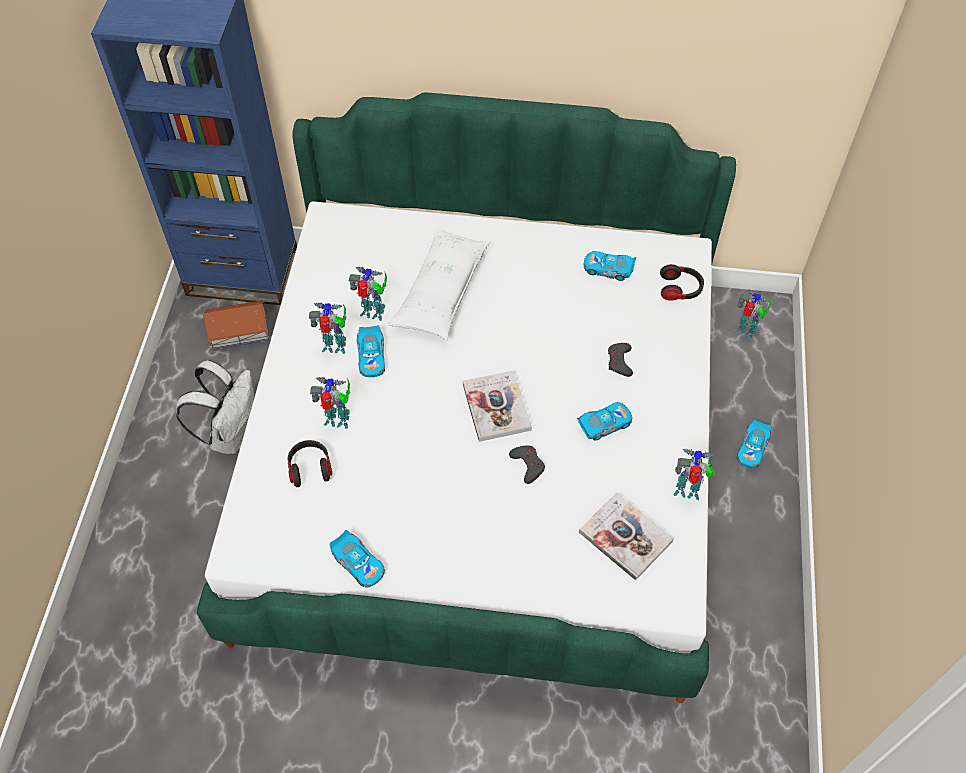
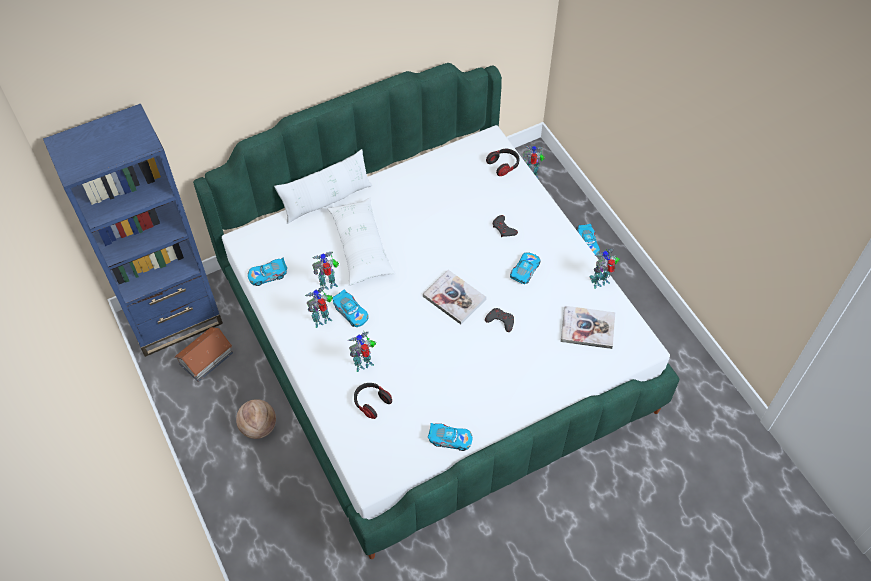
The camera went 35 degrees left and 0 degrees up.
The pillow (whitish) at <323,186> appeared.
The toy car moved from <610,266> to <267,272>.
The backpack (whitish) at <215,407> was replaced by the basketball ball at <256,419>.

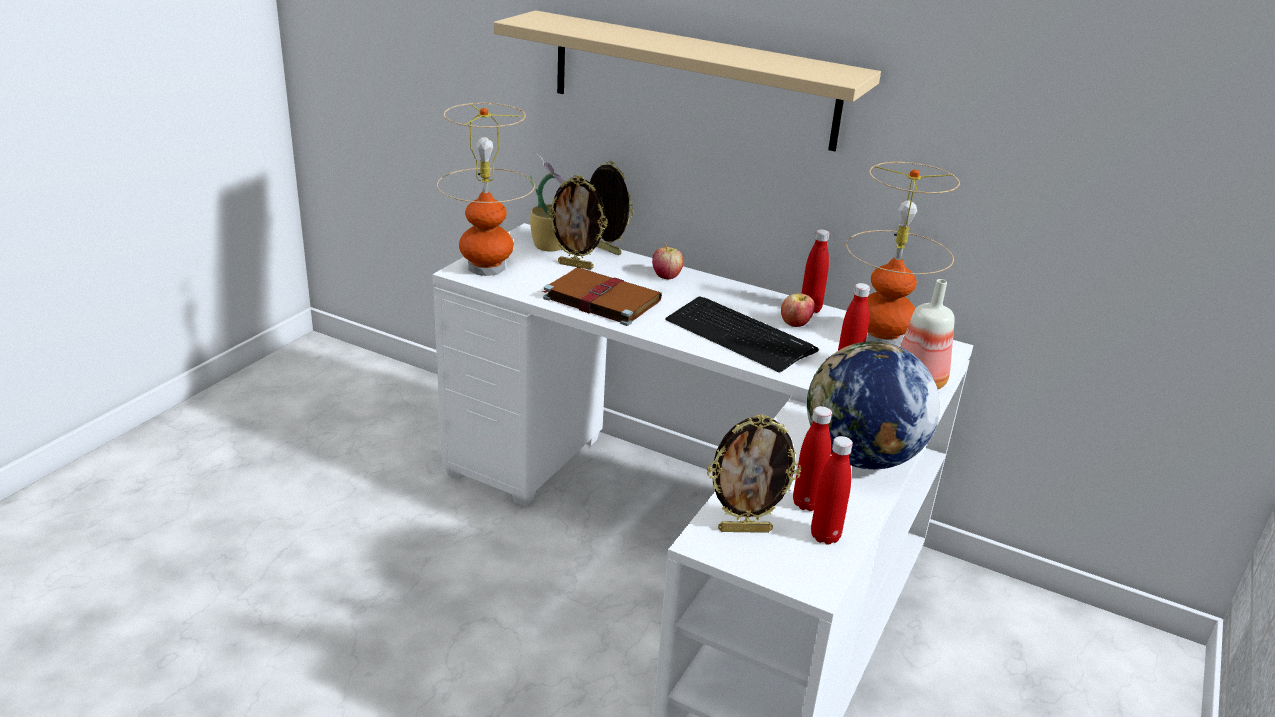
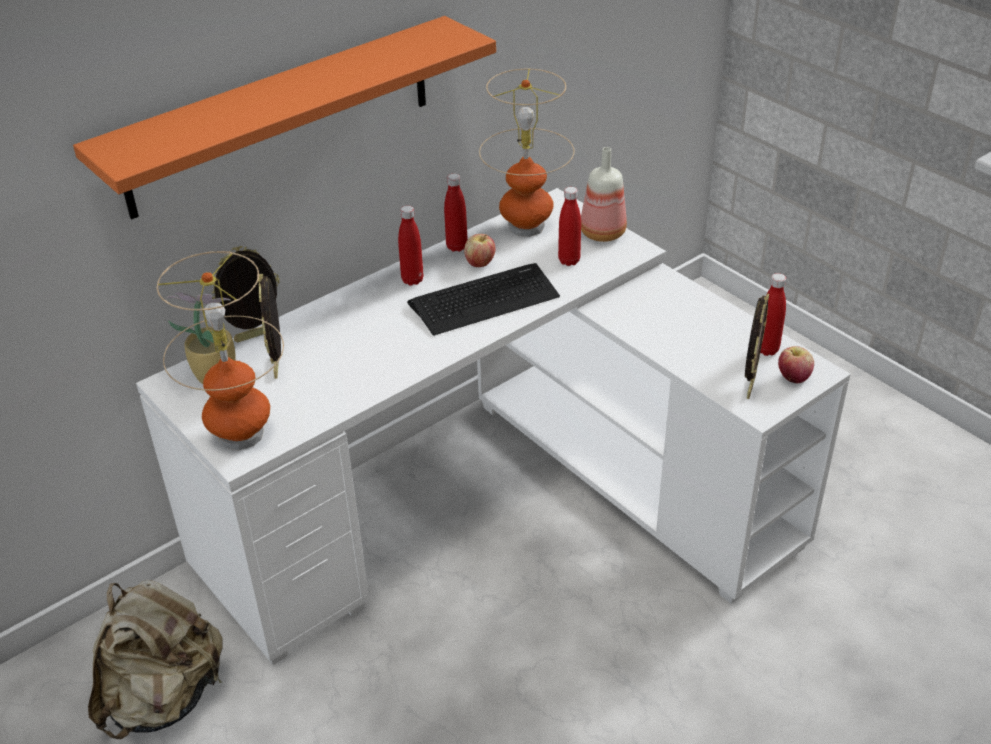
The camera went 65 degrees left and 10 degrees up.
The volume (brown) at <602,296> disappeared.
The globe at <873,405> disappeared.
The backpack (beige-coloured) at <155,659> appeared.
The apple fruit moved from <667,261> to <796,365>.
The bottle (red-coloured) moved from <812,458> to <410,246>.
The bracket shelf (beige-coloured) at <687,80> became the bracket shelf (orangey) at <284,117>.
The photo frame at <577,222> turned 135 degrees clockwise.

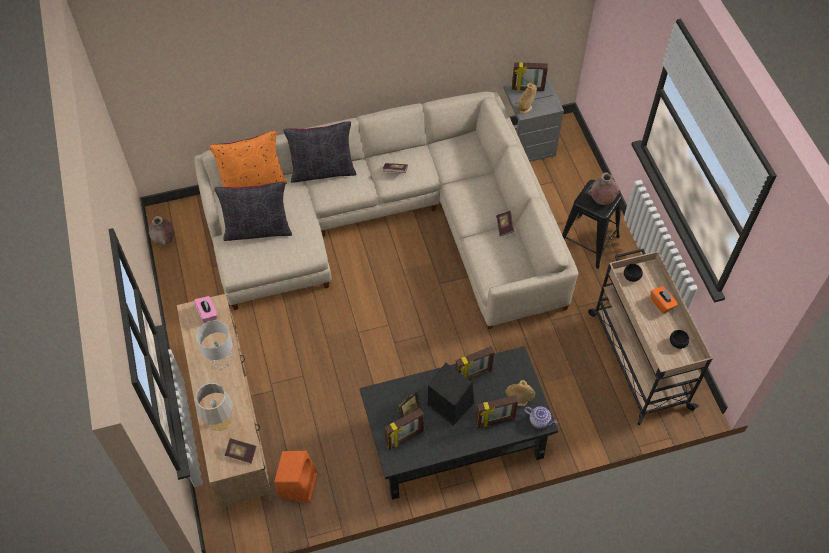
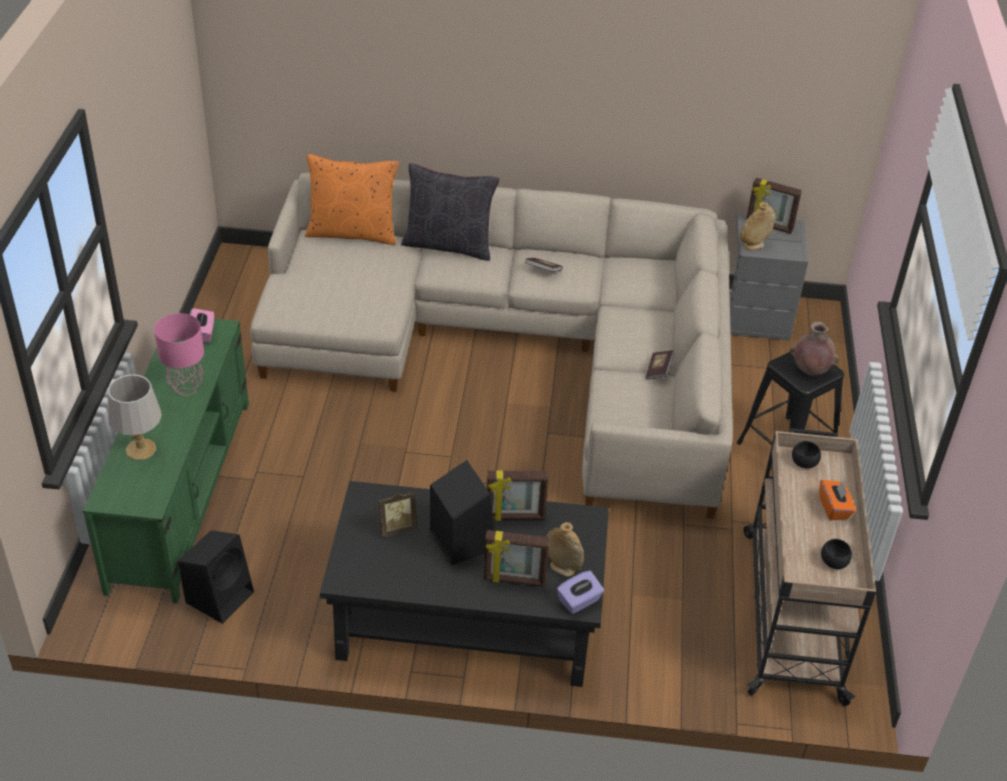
The camera went 20 degrees right and 15 degrees down.
The vase (brown) at <162,230> disappeared.
The pillow (black-coloured) at <253,211> disappeared.
The volume at <241,450> disappeared.
The photo frame at <404,429> disappeared.
The teapot at <541,417> was replaced by the tissue holder (purple) at <580,592>.
The tv stand (beige-coloured) at <225,404> became the tv stand (green) at <166,461>.
The table lamp (greyish) at <214,344> became the table lamp (pinkish) at <179,354>.
The speaker (orangey) at <296,477> became the speaker (black-coloured) at <216,577>.

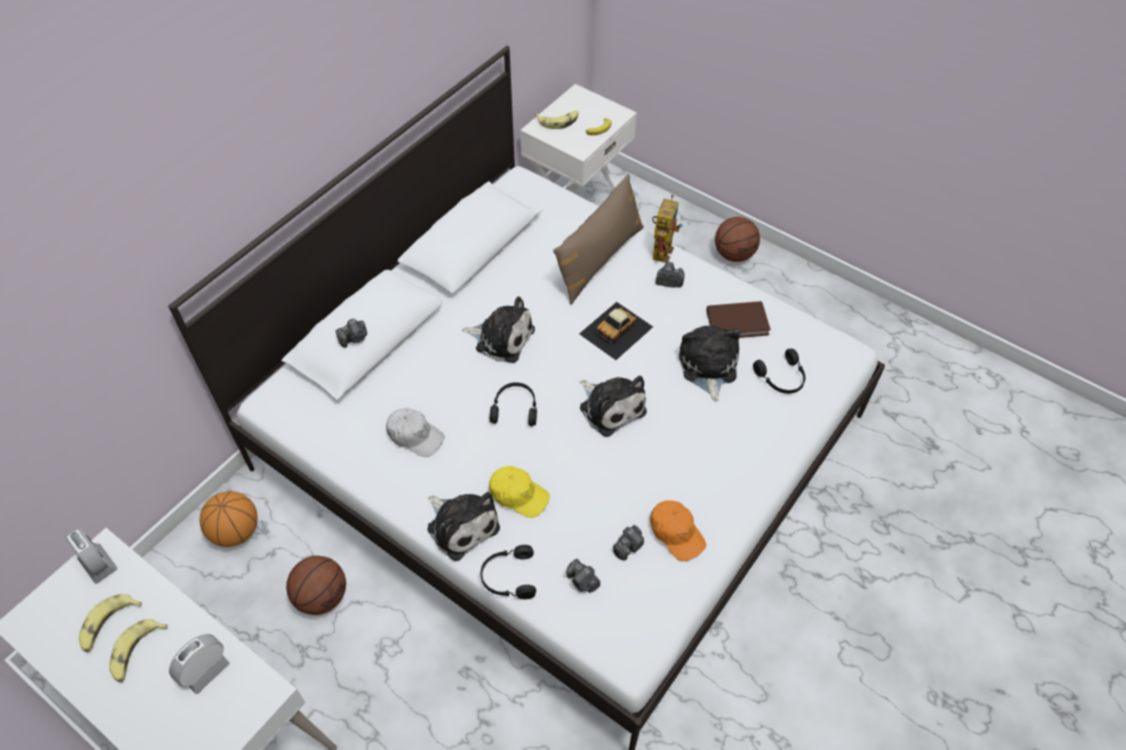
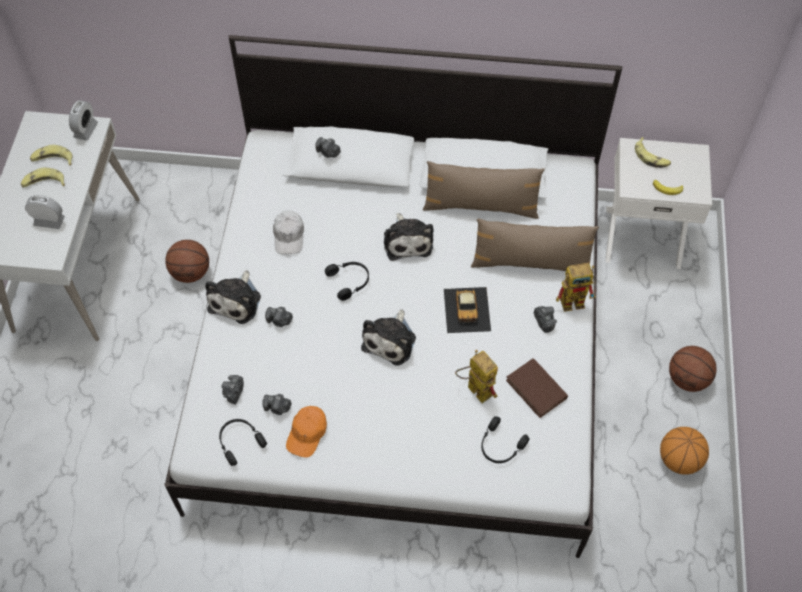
The camera went 60 degrees right and 5 degrees up.
The pillow (brown) at <484,190> appeared.
The basketball ball moved from <229,519> to <684,451>.
The headset (black-coloured) moved from <508,572> to <243,442>.
The cap (yellow) at <519,492> was replaced by the still camera at <279,317>.
The cuddly toy at <709,363> was replaced by the model robot at <476,376>.
The toy car at <616,331> turned 105 degrees counterclockwise.

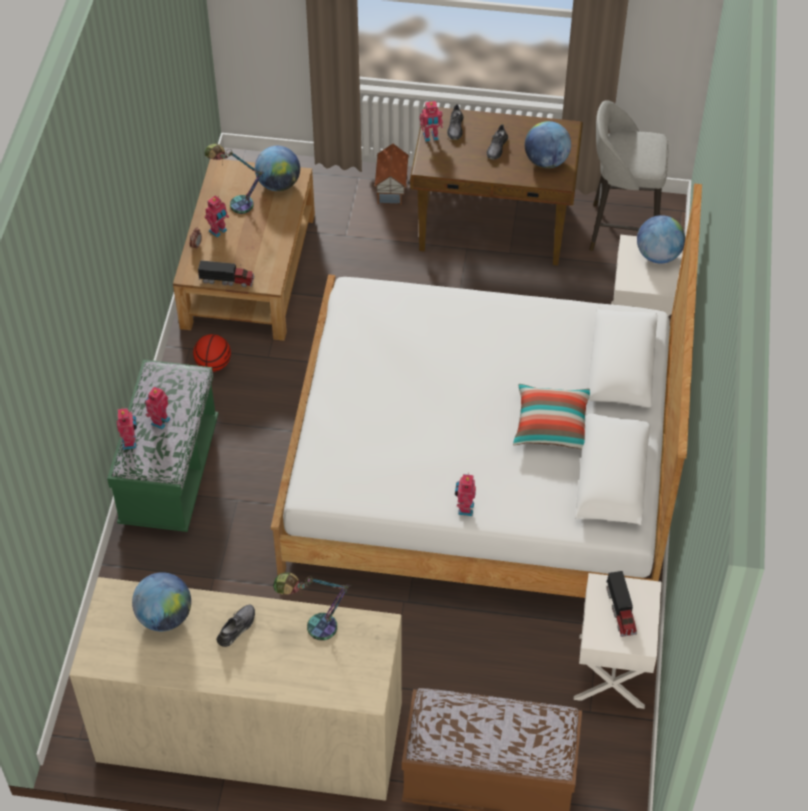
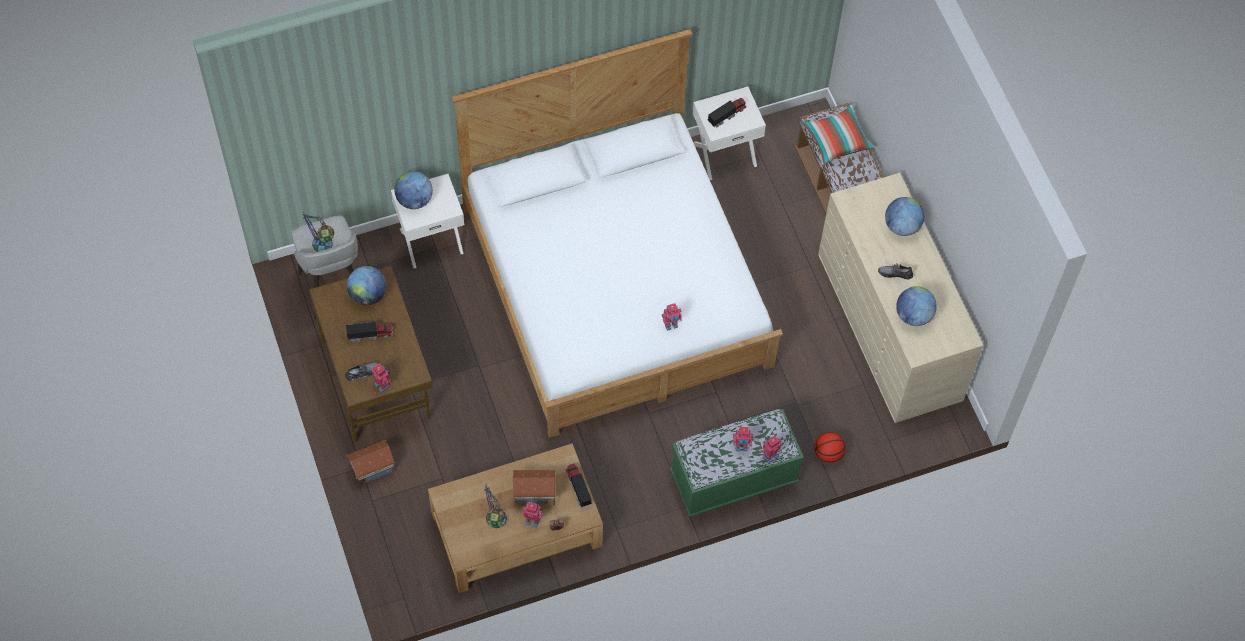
The camera went 120 degrees left and 10 degrees up.
The toy house at <535,488> appeared.
The basketball ball moved from <212,353> to <829,447>.
The globe moved from <277,168> to <904,216>.
The table lamp moved from <312,606> to <318,233>.
The model robot moved from <465,494> to <672,317>.
The pillow moved from <551,417> to <838,135>.
The low shoe (greyish) at <497,142> was replaced by the model truck at <369,332>.

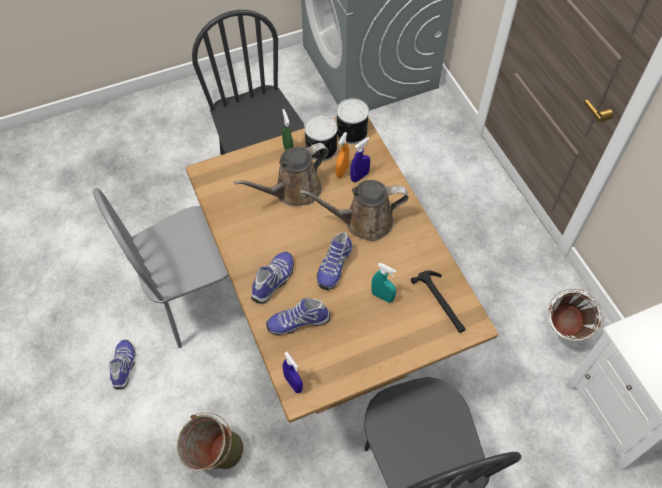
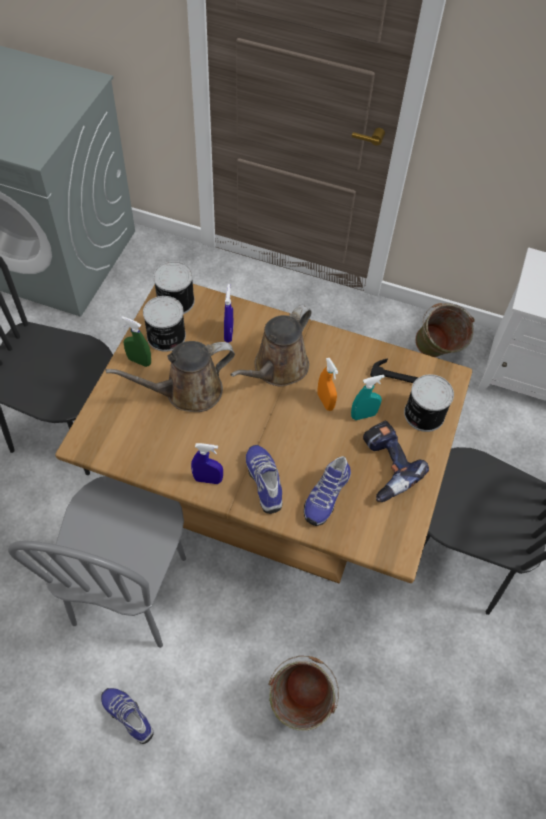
The camera went 50 degrees left and 0 degrees up.
The low shoe at <335,261> disappeared.
The power drill at <396,461> appeared.
The can at <429,403> appeared.
The spray bottle (bluish) moved from <293,372> to <207,463>.
The spray bottle (orangey) moved from <342,155> to <327,384>.
The water bucket (whitish) at <576,315> became the water bucket (green) at <445,330>.
The sprinkling can (brown) at <281,174> turned 60 degrees clockwise.

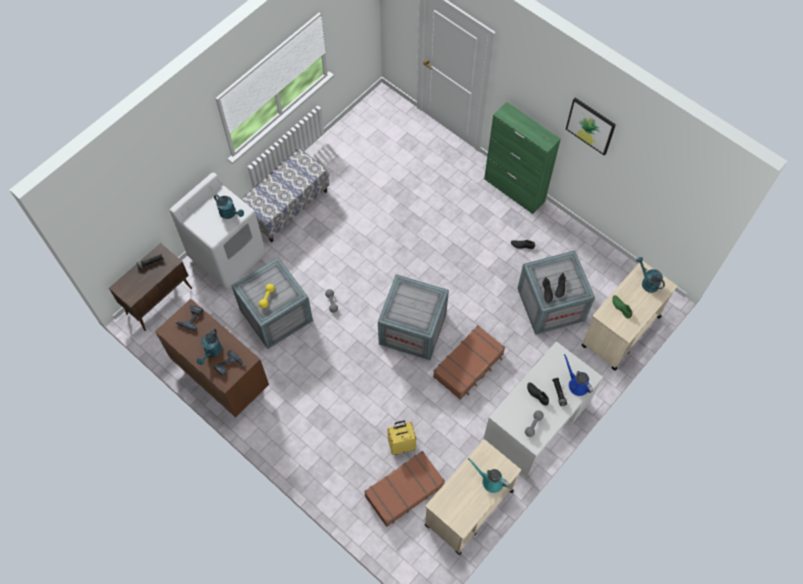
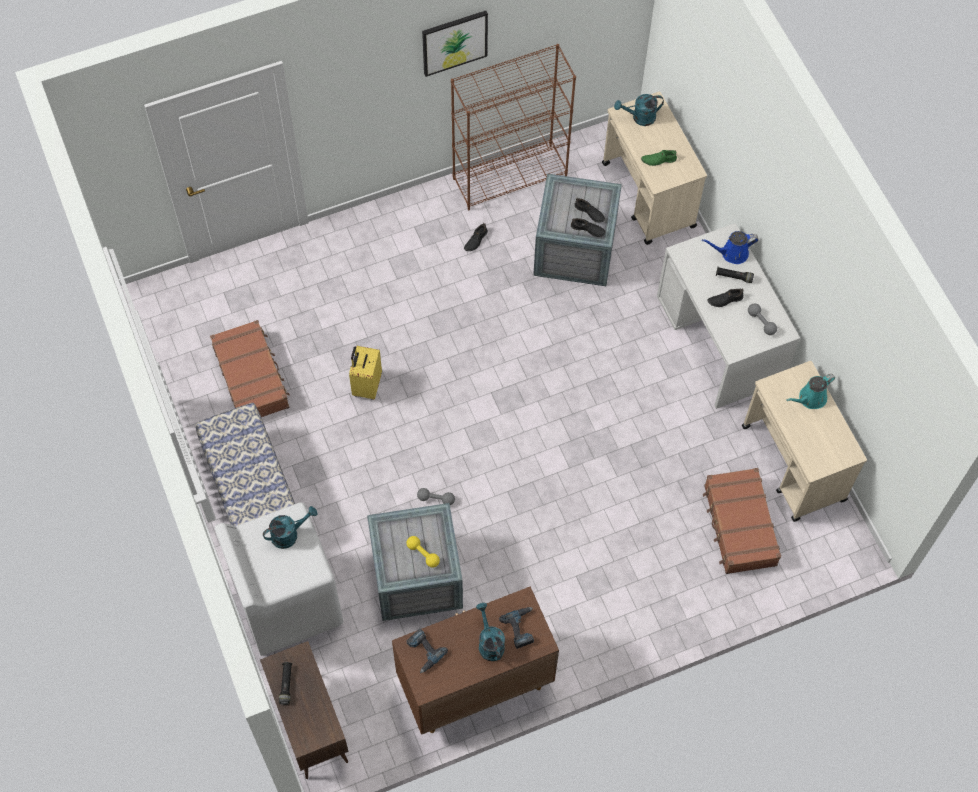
The camera went 65 degrees left and 0 degrees up.
The crate at <413,317> disappeared.
The cabinet (green) at <522,158> disappeared.
The bookcase (brown) at <513,127> appeared.
The suitcase (yellow) moved from <401,437> to <365,373>.
The suitcase (brown) moved from <469,362> to <250,368>.
The sprinkling can (blue-green) at <209,346> turned 150 degrees counterclockwise.

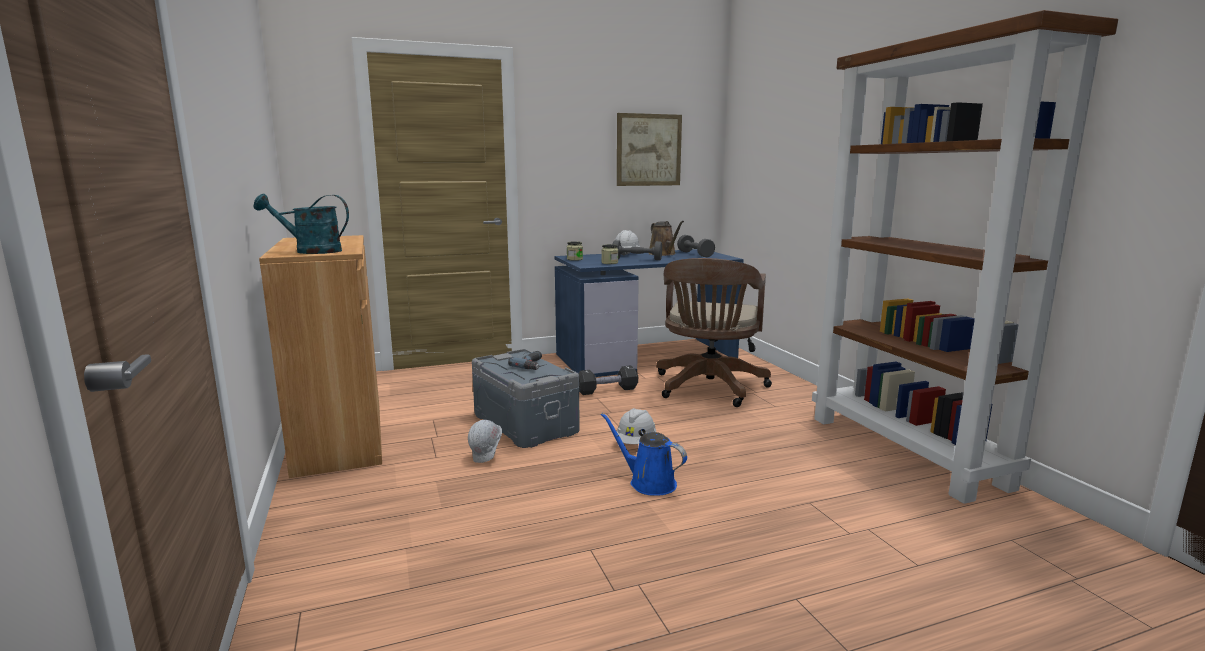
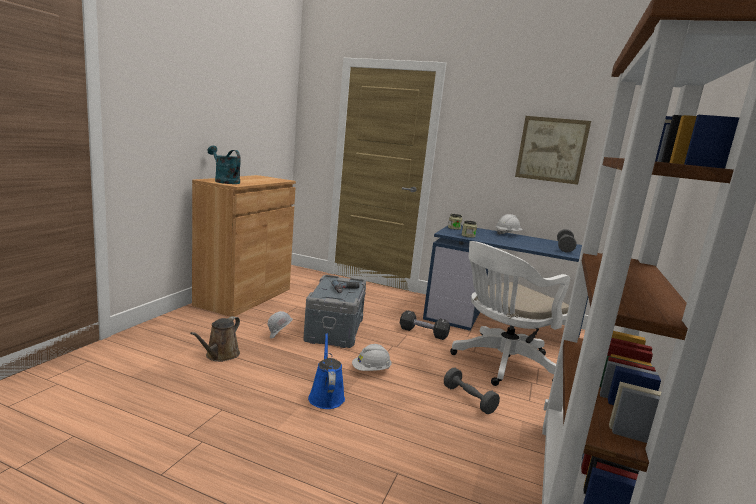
The camera went 40 degrees right and 0 degrees up.
The free weight (greyish) moved from <637,250> to <472,391>.
The sprinkling can (brown) moved from <666,238> to <215,339>.
The office chair (brown) at <714,332> became the office chair (whitish) at <510,313>.

